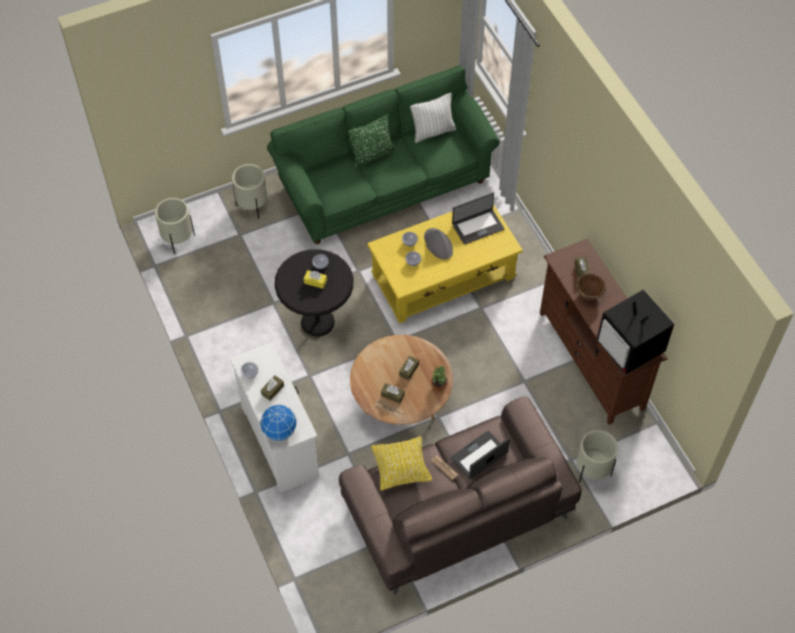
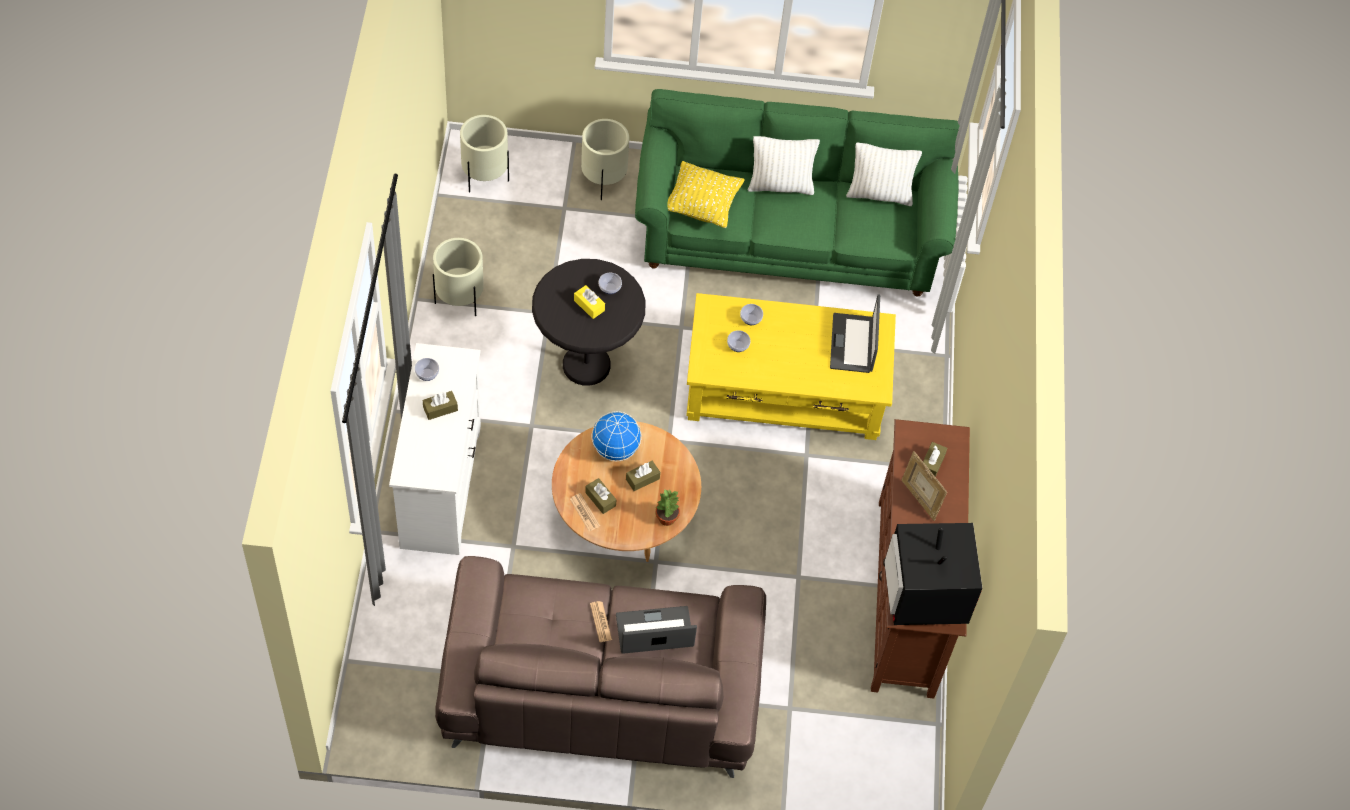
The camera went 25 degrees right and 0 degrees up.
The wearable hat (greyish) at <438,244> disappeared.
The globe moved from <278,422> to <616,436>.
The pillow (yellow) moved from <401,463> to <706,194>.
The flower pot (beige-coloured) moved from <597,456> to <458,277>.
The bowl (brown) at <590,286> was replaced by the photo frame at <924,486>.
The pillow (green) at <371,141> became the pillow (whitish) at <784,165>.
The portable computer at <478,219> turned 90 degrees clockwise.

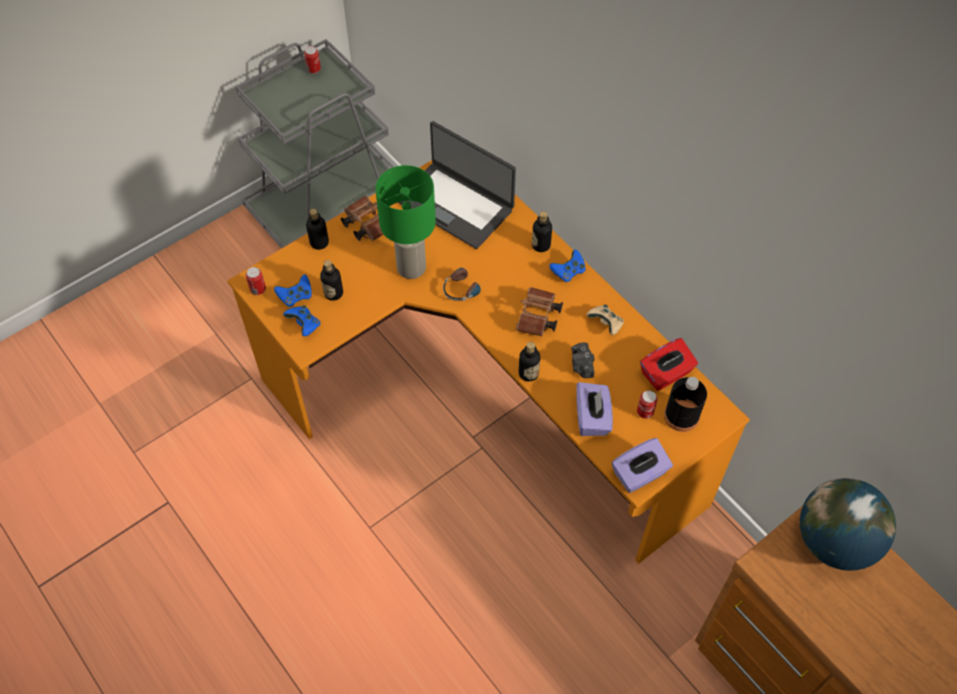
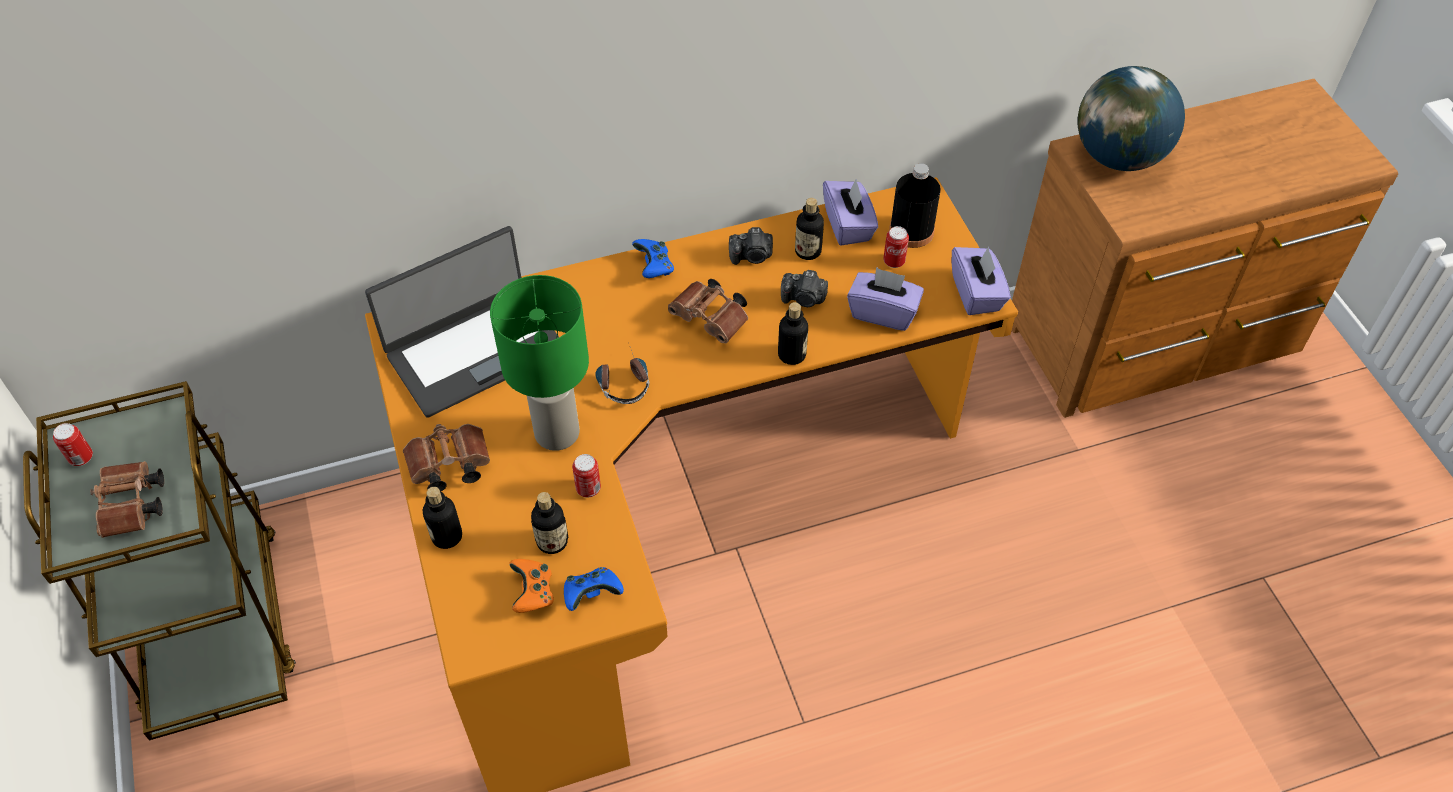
The camera went 70 degrees left and 5 degrees down.
The field glasses (brown) at <127,499> appeared.
The can moved from <256,281> to <586,475>.
The bottle moved from <542,231> to <809,229>.
The game controller (beige-coloured) at <605,319> was replaced by the still camera at <751,246>.
The wheeled cart (greyish) at <314,144> became the wheeled cart (brown) at <159,560>.
The game controller (bluish) at <293,290> became the game controller (orangey) at <531,586>.
The tissue holder (red-coloured) at <669,364> became the tissue holder (purple) at <850,212>.

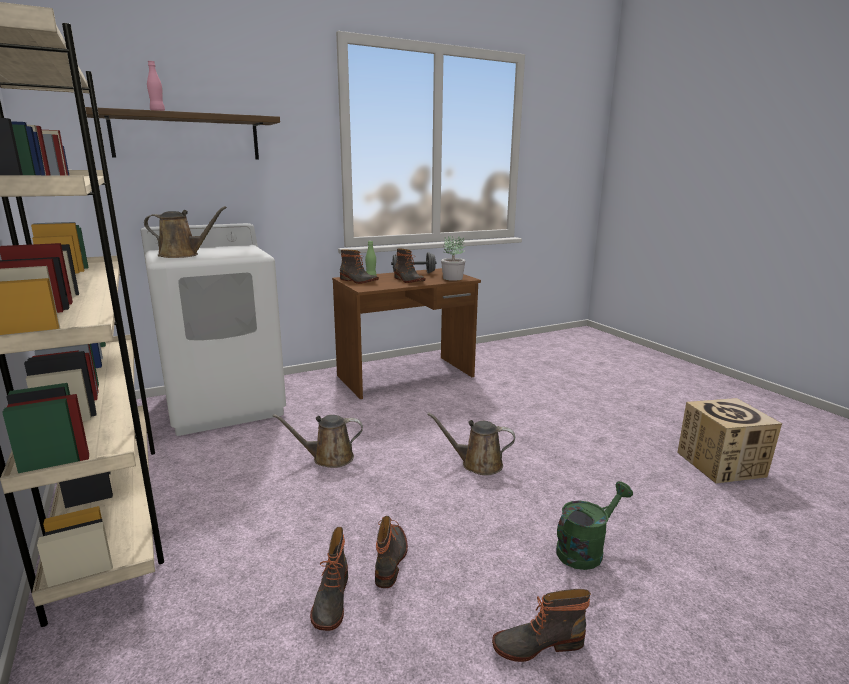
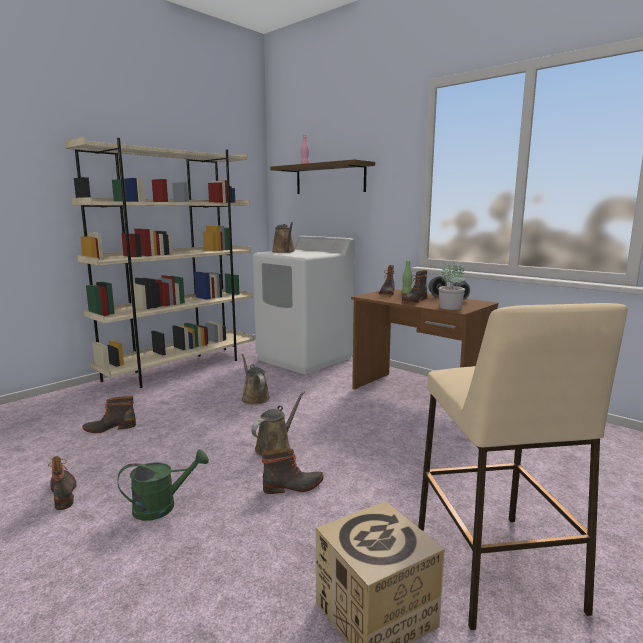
The camera went 70 degrees right and 5 degrees down.
The sitting stool (beige-coloured) at <523,466> appeared.
The high-top boot moved from <391,552> to <293,471>.
The sprinkling can (brown) at <471,443> turned 45 degrees clockwise.
The sprinkling can (green) at <594,525> turned 60 degrees counterclockwise.

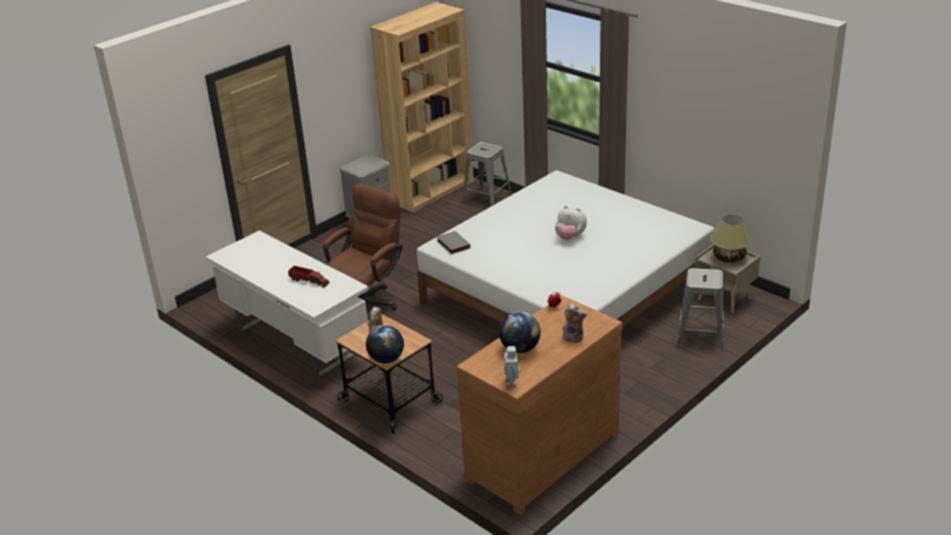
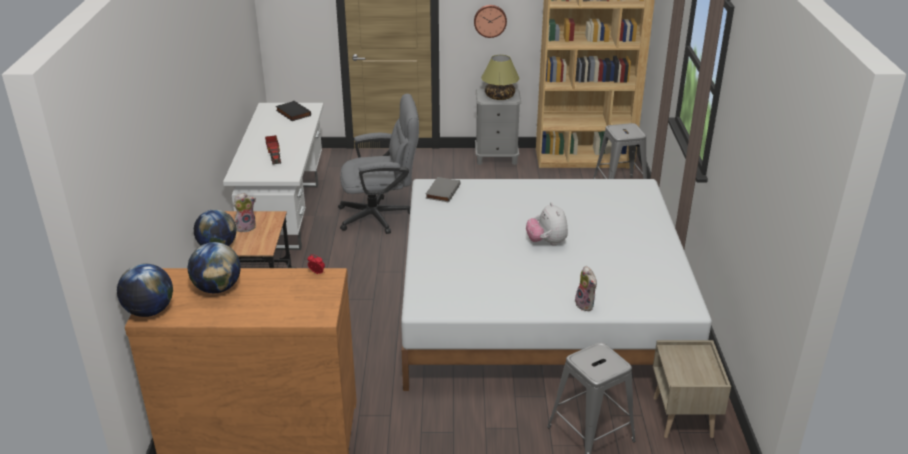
The camera went 45 degrees right and 0 degrees up.
The volume (black-coloured) at <293,111> appeared.
The hanging clock at <490,21> appeared.
The cuddly toy moved from <574,323> to <586,288>.
The table lamp moved from <731,239> to <500,77>.
The model robot at <511,367> was replaced by the globe at <145,290>.
The office chair (brown) at <363,247> became the office chair (greyish) at <378,164>.

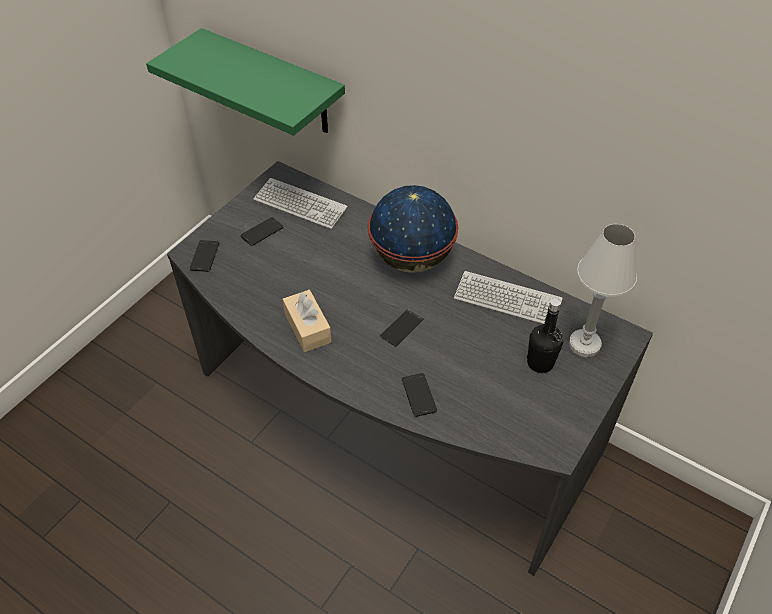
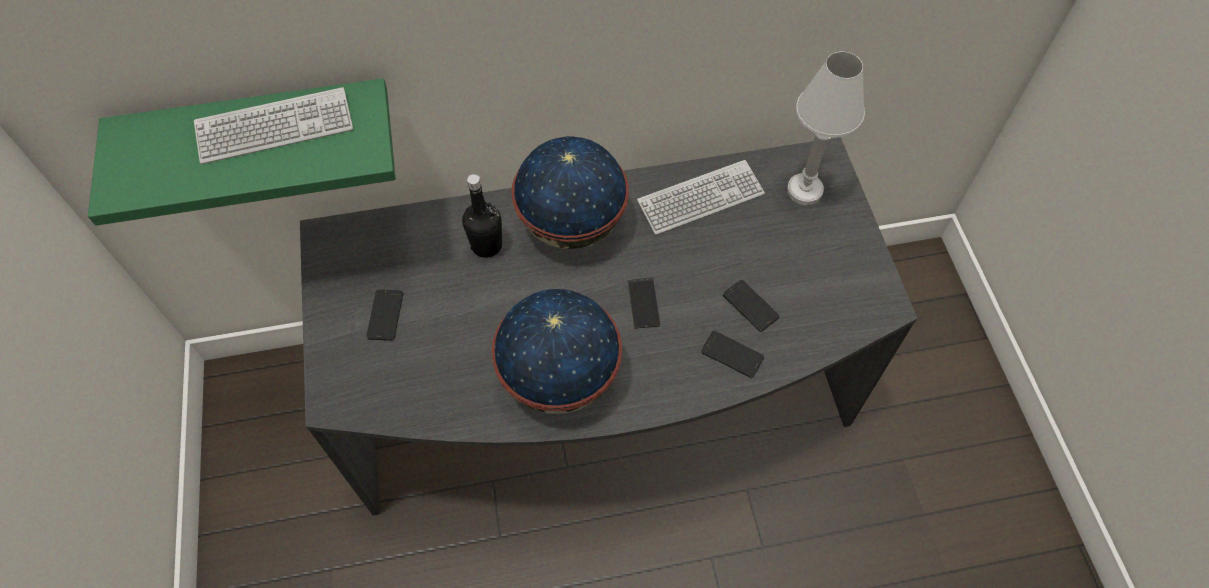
The camera went 45 degrees left and 10 degrees up.
The phone moved from <204,256> to <751,306>.
The keyboard moved from <301,203> to <273,125>.
The bottle (black-coloured) moved from <545,335> to <482,216>.
The tissue holder (beige-coloured) at <307,321> was replaced by the globe at <557,351>.

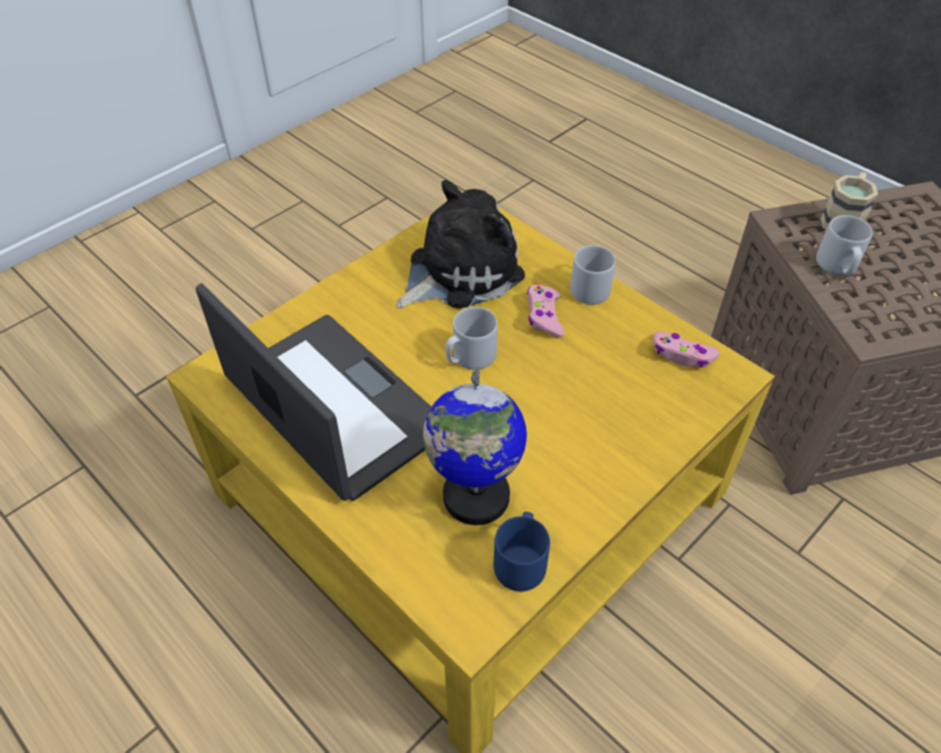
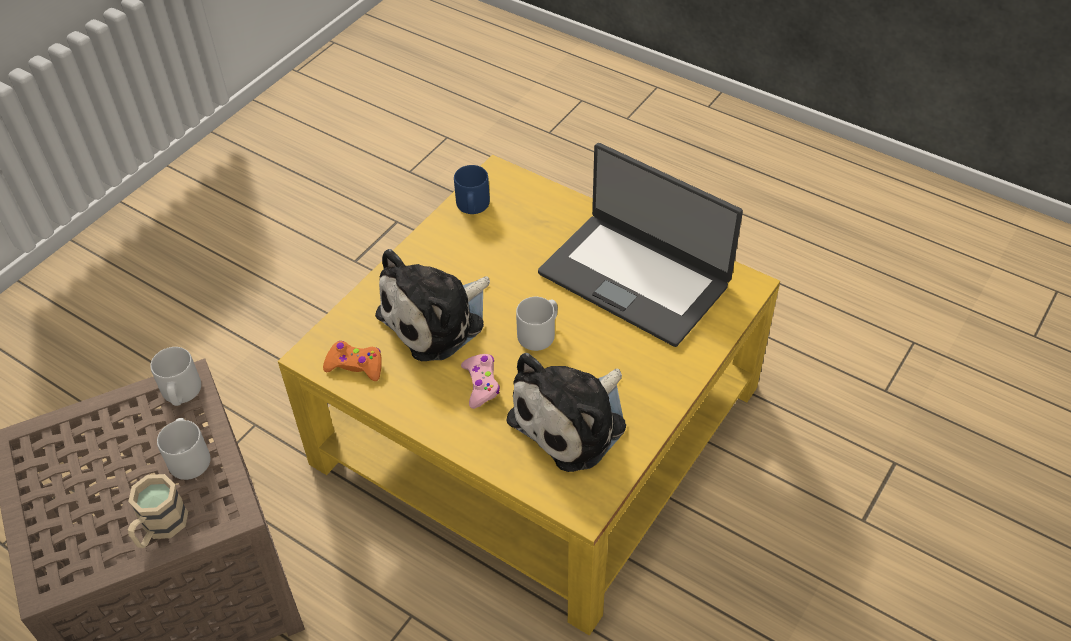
The camera went 170 degrees right and 0 degrees up.
The globe at <475,446> disappeared.
The cuddly toy at <432,305> appeared.
The mug (greyish) moved from <593,275> to <175,376>.
The game controller (pinkish) at <686,350> became the game controller (orangey) at <352,361>.

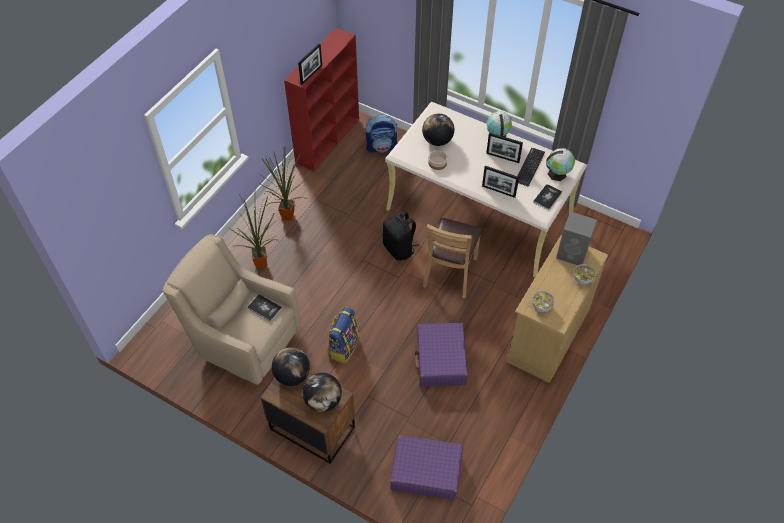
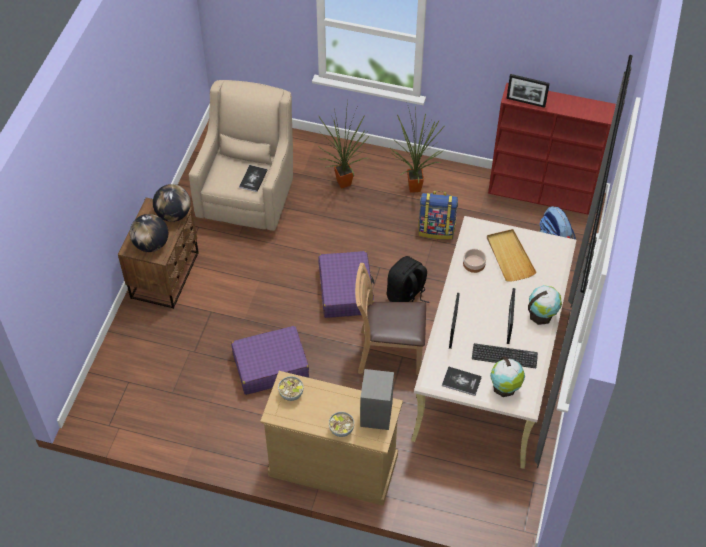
The camera went 75 degrees right and 0 degrees up.
The backpack moved from <343,335> to <438,215>.
The suitcase (purple) moved from <426,467> to <346,284>.
The globe at <438,130> was replaced by the carrying tray (beige-coloured) at <512,255>.

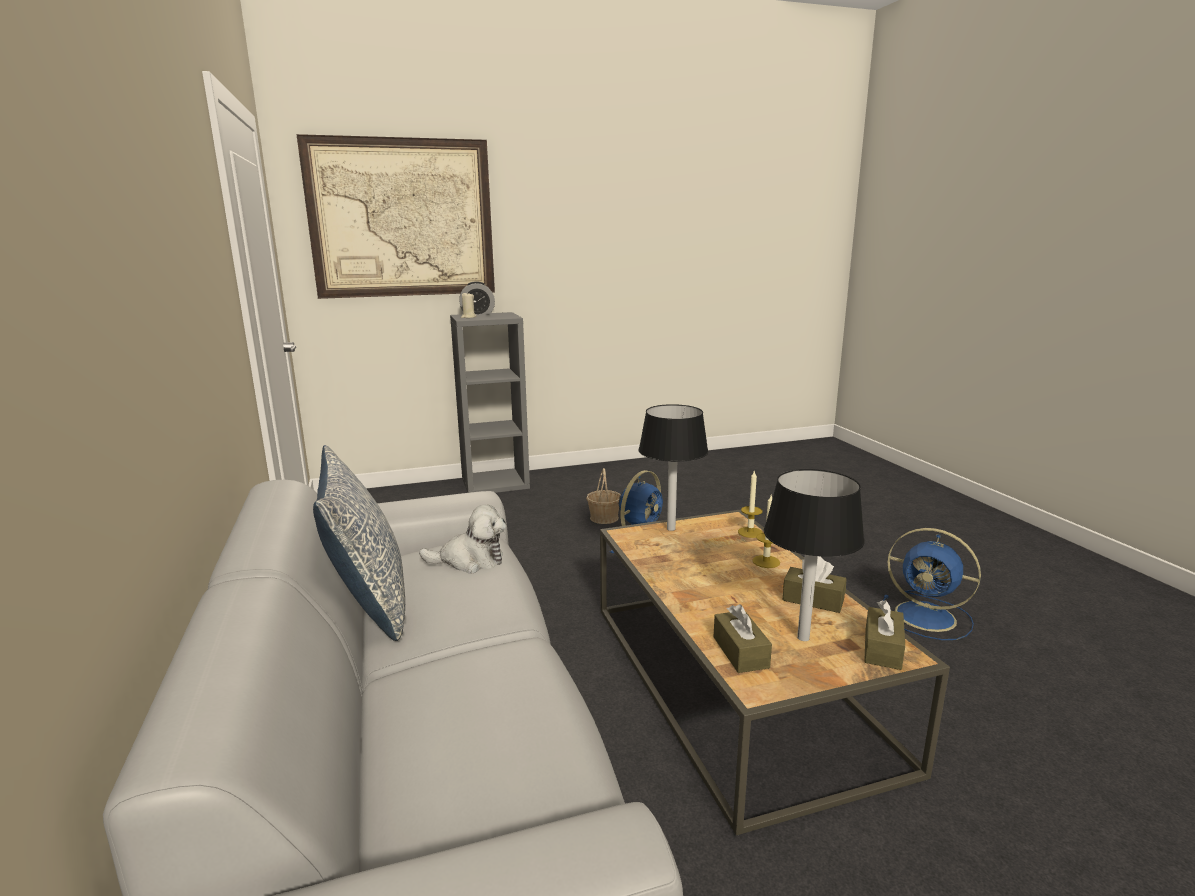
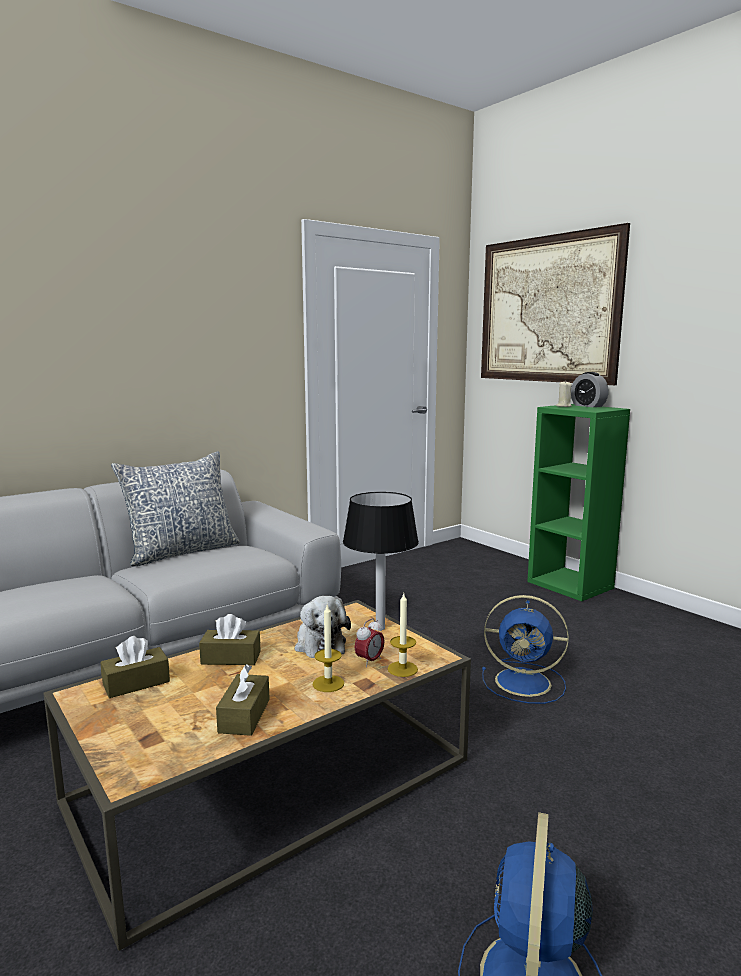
The camera went 70 degrees right and 5 degrees down.
The basket at <603,496> disappeared.
The table lamp (black-coloured) at <814,555> disappeared.
The alarm clock at <370,642> appeared.
The cuddly toy moved from <462,539> to <323,627>.
The tissue holder (brown) moved from <884,635> to <230,639>.
The bookcase (greyish) at <490,402> became the bookcase (green) at <578,502>.

